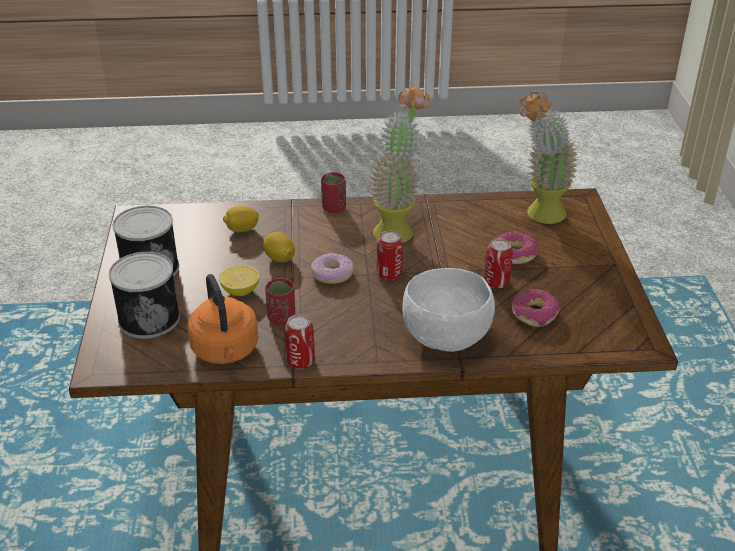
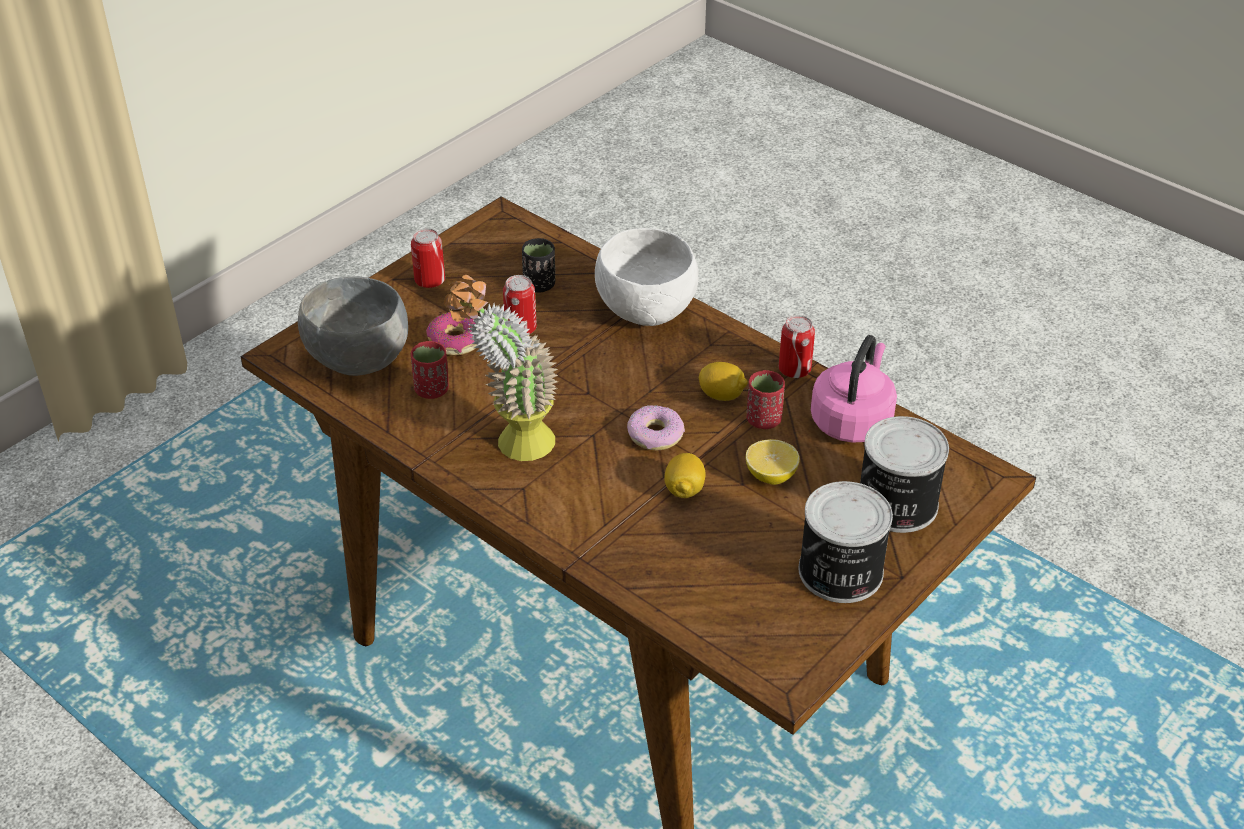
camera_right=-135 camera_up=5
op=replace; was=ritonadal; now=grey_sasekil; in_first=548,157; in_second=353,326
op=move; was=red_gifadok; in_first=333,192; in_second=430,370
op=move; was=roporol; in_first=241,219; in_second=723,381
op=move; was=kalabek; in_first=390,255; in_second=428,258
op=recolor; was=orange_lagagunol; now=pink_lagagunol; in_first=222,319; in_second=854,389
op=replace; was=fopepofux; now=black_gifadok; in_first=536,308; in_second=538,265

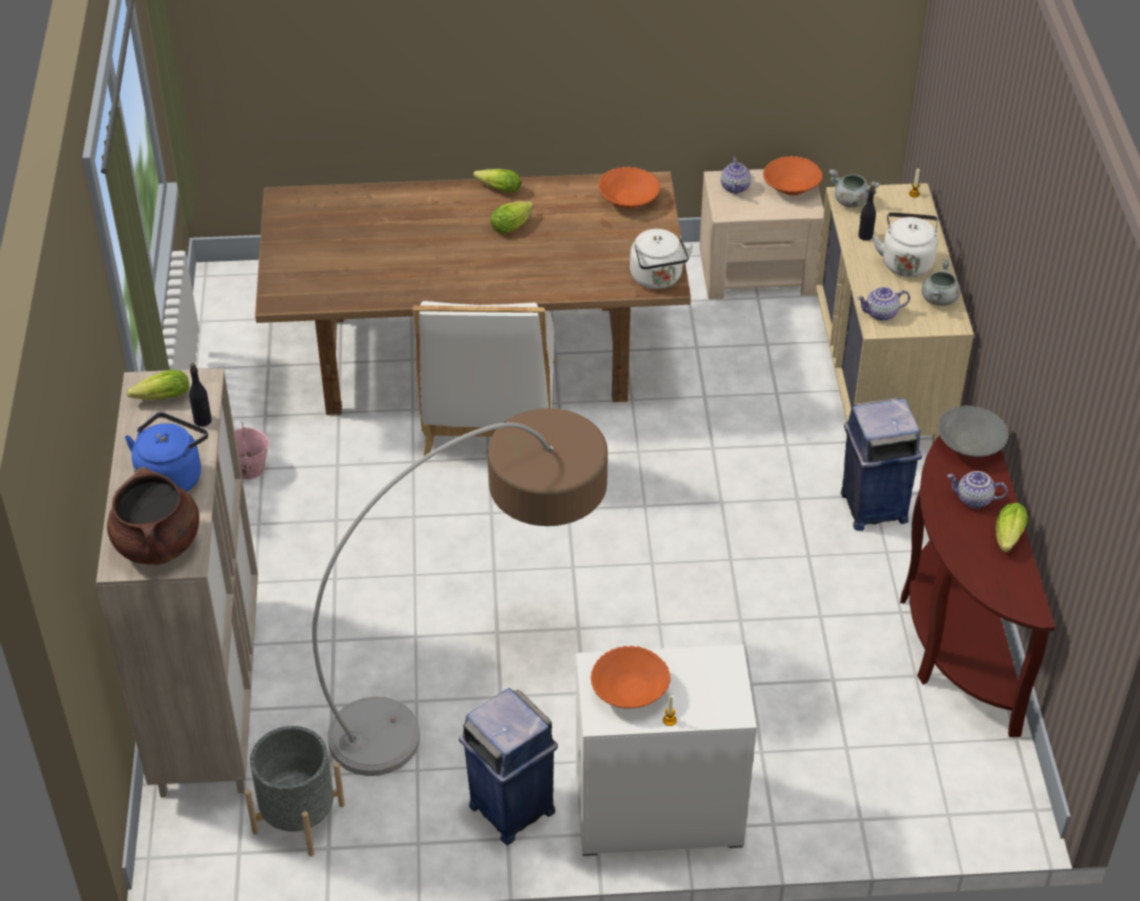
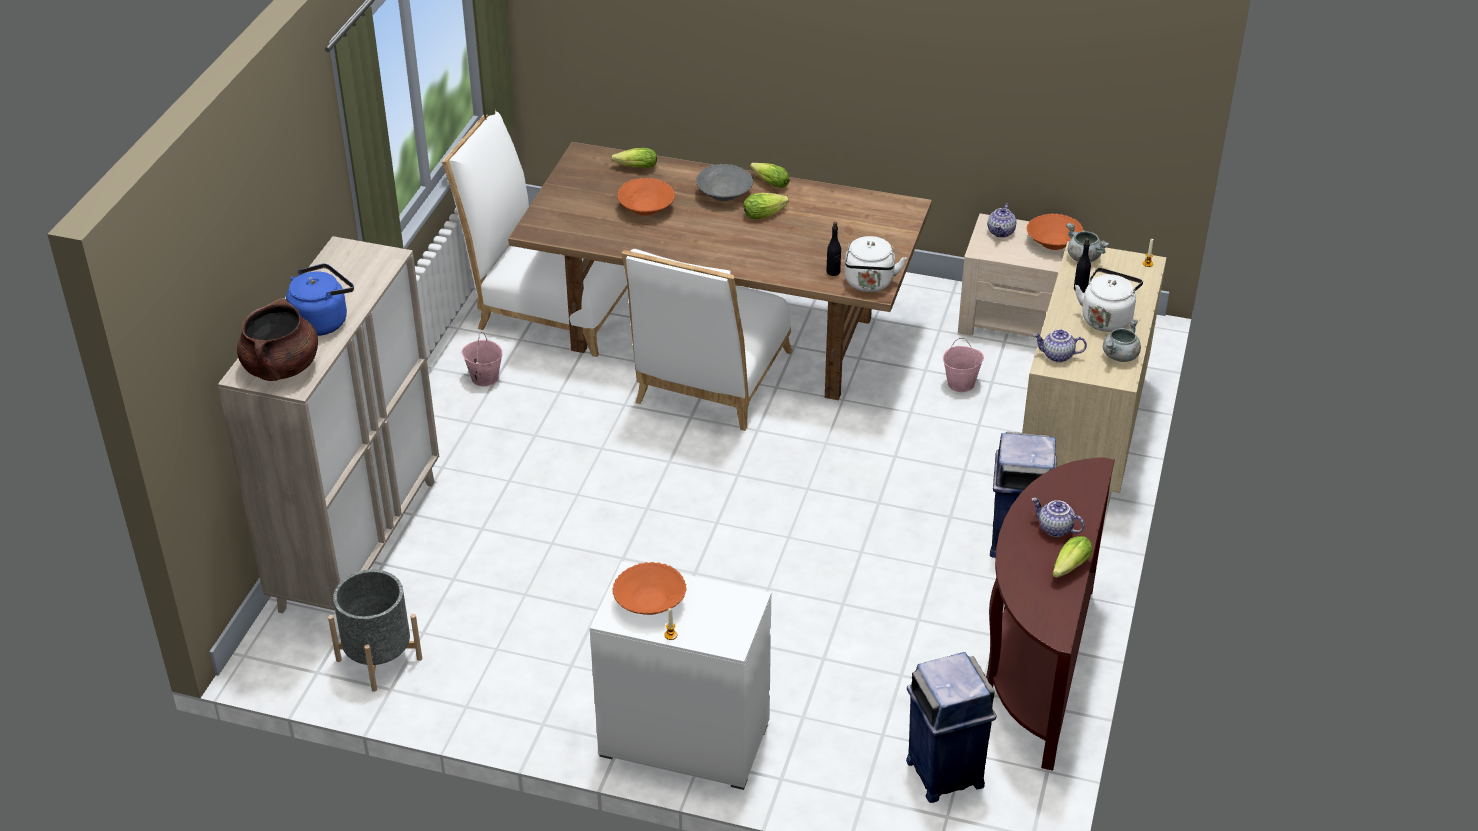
camera_right=20 camera_up=-5
op=move; was=orange_sasekil; in_first=629,188; in_second=646,197
op=move; was=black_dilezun; in_first=200,395; in_second=833,249
op=move; was=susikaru; in_first=157,385; in_second=634,158
op=move; was=grey_sasekil; in_first=973,431; in_second=724,182
op=delete; was=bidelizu; in_first=460,592
op=move; was=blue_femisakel; in_first=508,766; in_second=951,727
op=insert; now=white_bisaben; in_second=535,233
op=insert; now=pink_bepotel; in_second=963,365

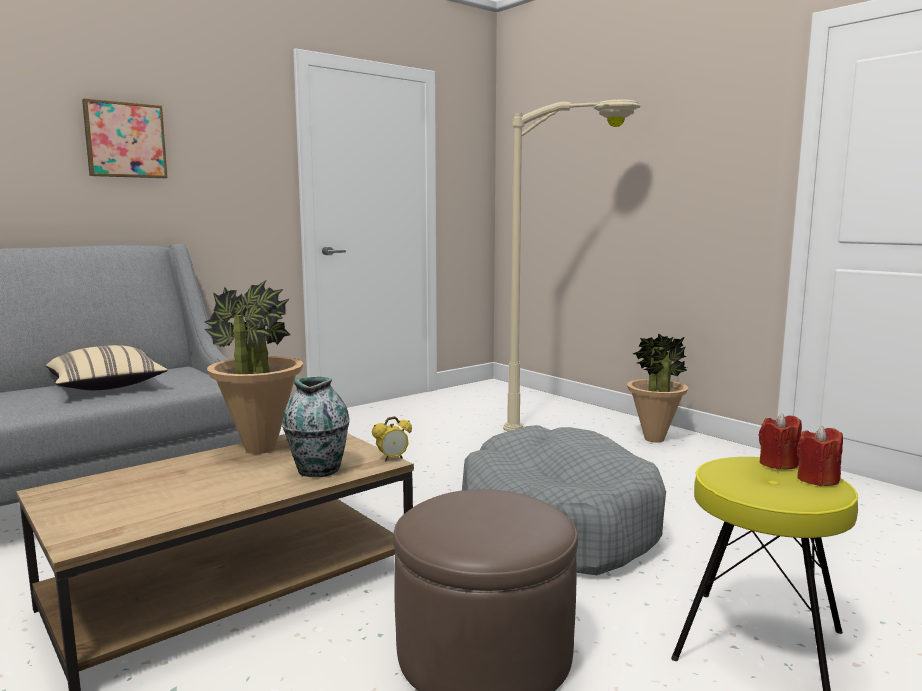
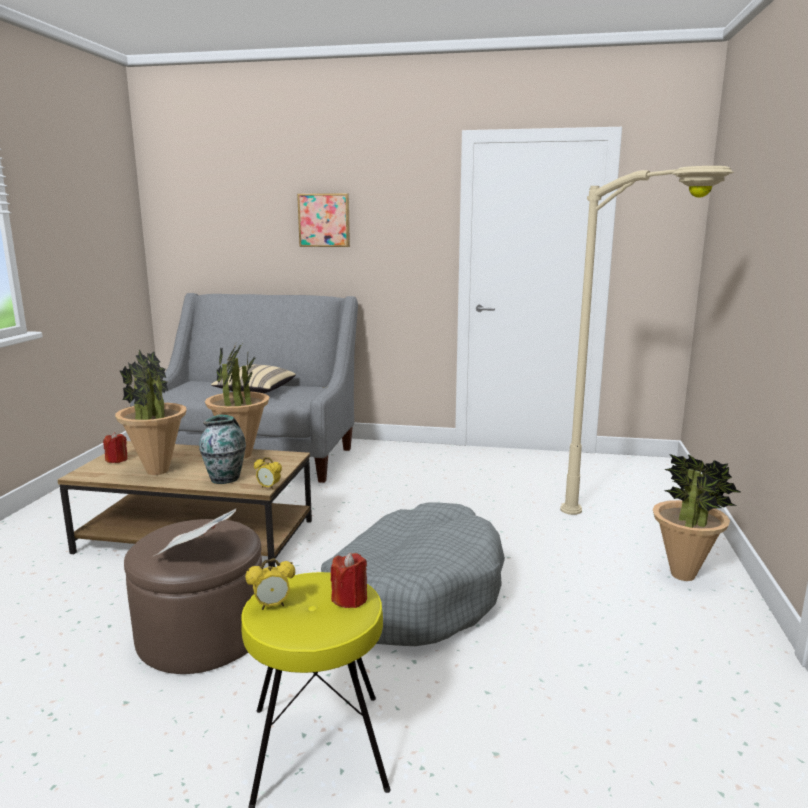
camera_right=50 camera_up=5
op=move; was=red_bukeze; in_first=820,456; in_second=115,447
op=insert; now=ritonadal; in_second=151,412
op=insert; now=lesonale; in_second=194,533
op=insert; now=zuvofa; in_second=270,584

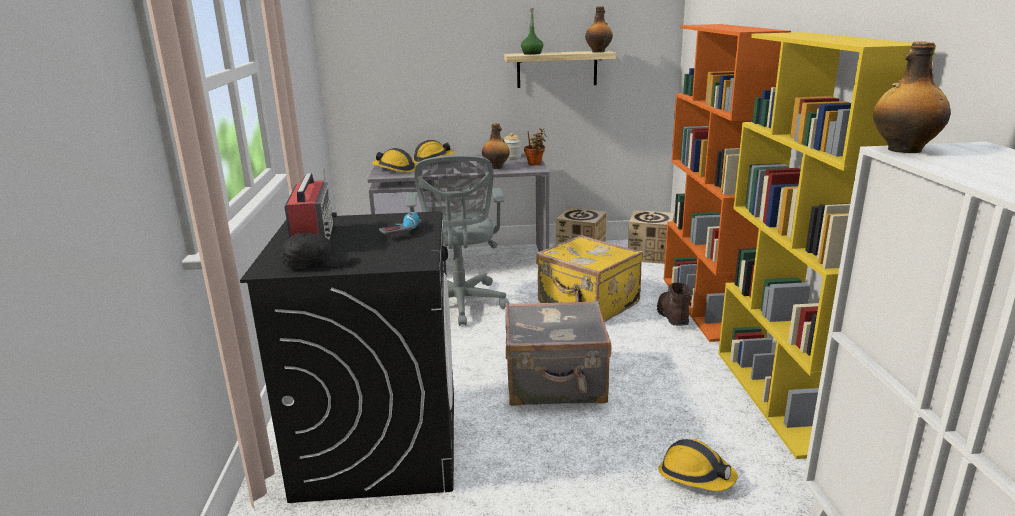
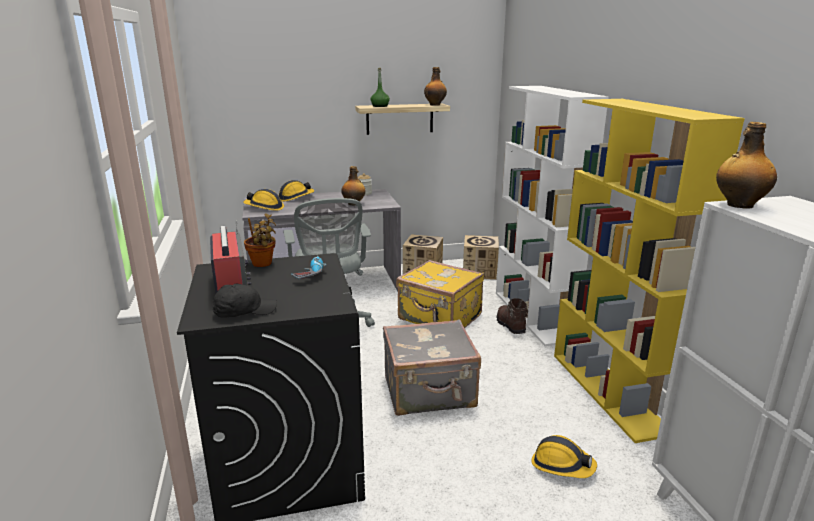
camera_right=-10 camera_up=0
op=recolor; was=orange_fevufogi; now=white_fevufogi; in_first=727,183; in_second=552,216
op=move; was=ritonadal; in_first=535,146; in_second=260,240

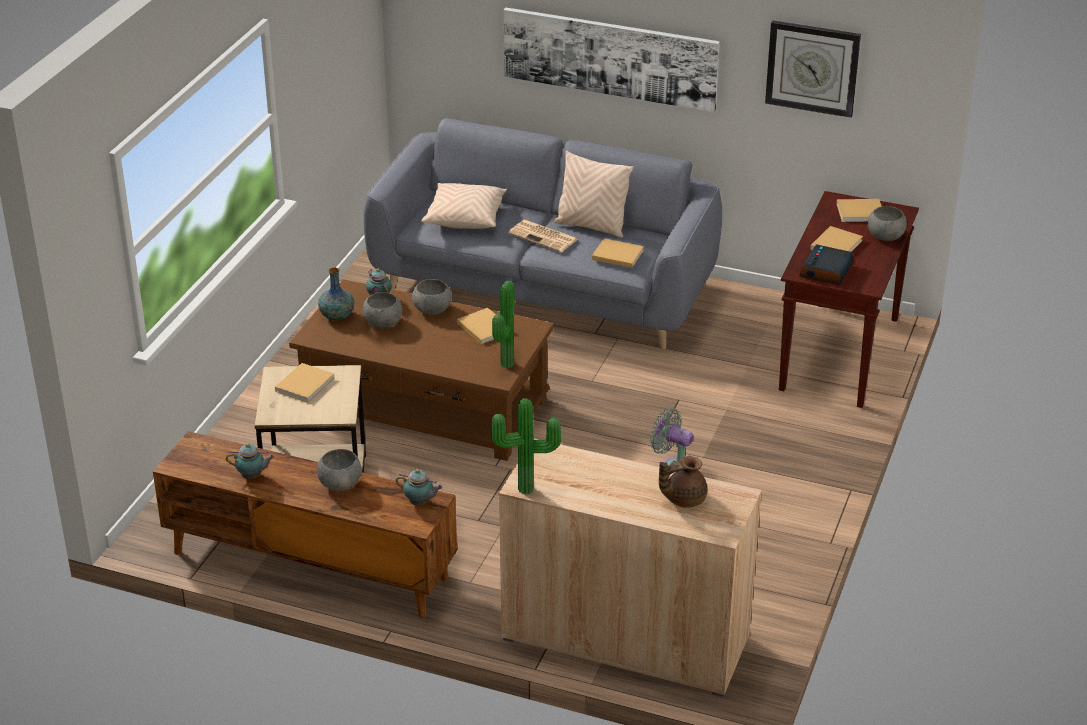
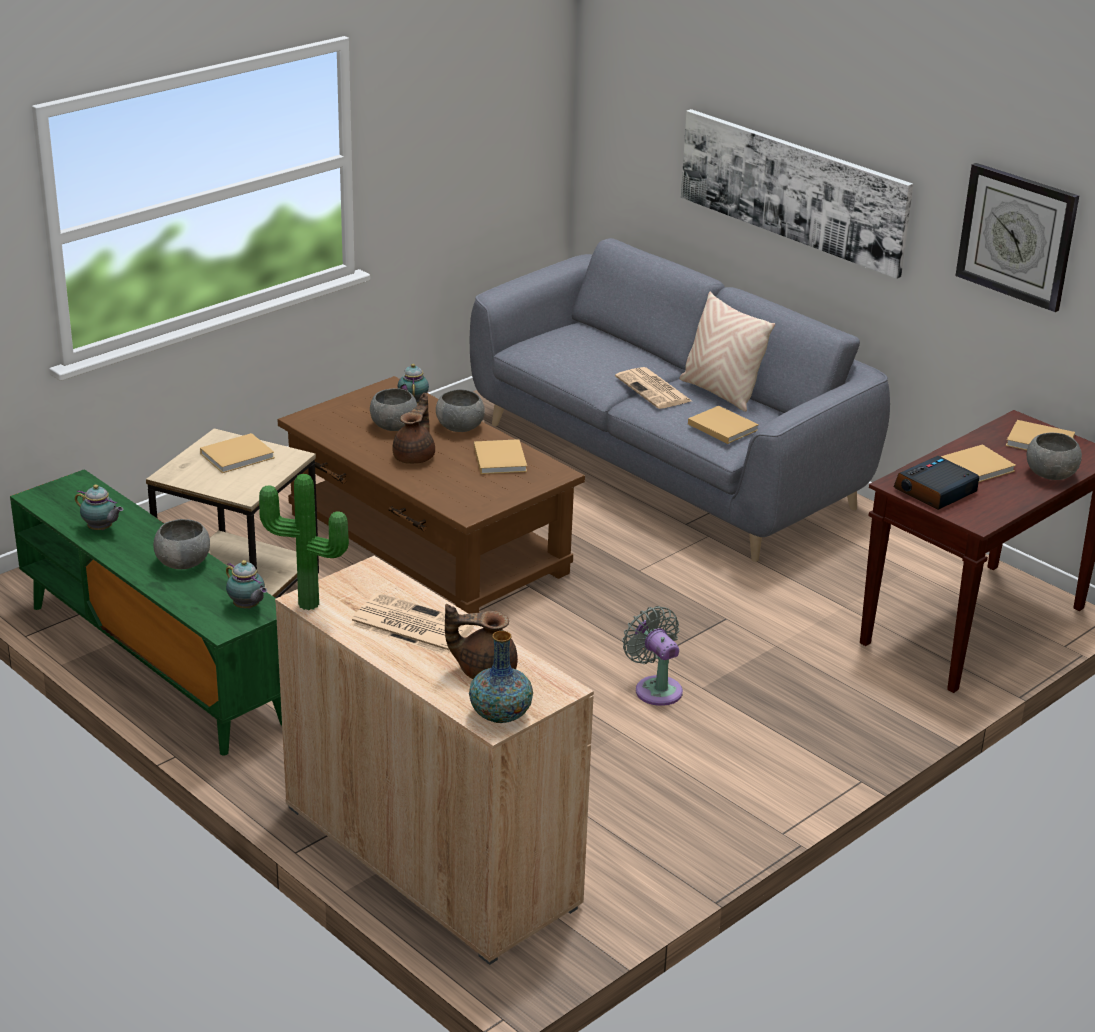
camera_right=25 camera_up=-5
op=delete; was=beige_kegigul; in_first=464,206
op=move; was=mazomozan; in_first=336,294; in_second=501,677
op=delete; was=ritonadal; in_first=503,324
op=recolor; was=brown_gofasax; now=green_gofasax; in_first=305,525; in_second=146,612
op=insert; now=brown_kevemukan; in_second=413,428
op=insert; now=lesonale; in_second=412,624

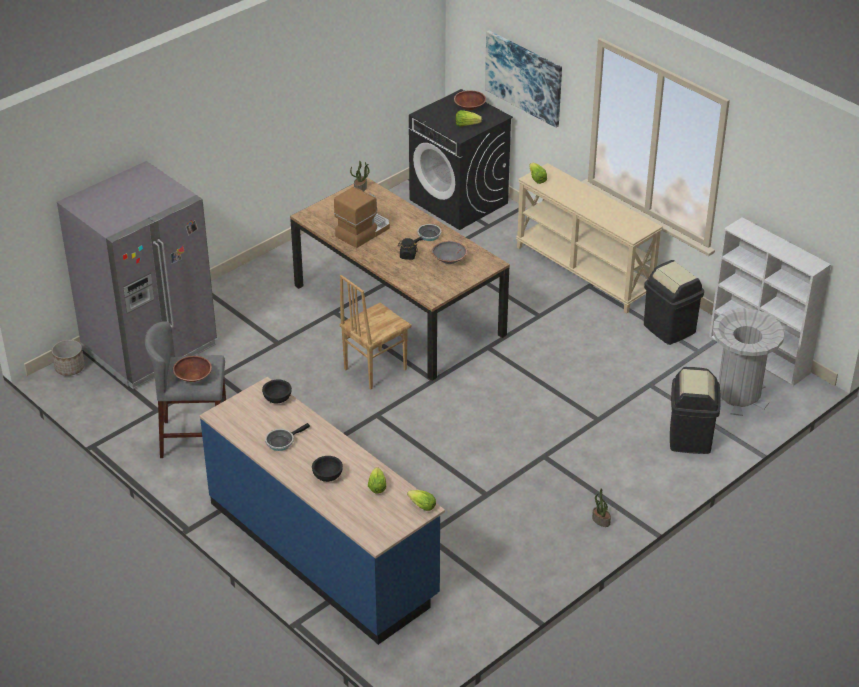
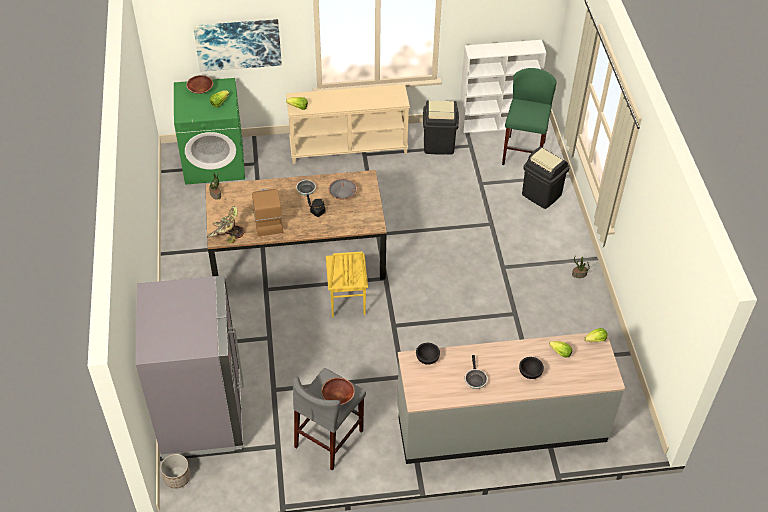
camera_right=-55 camera_up=10
op=recolor; was=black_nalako; now=green_nalako; in_first=461,159; in_second=209,131
op=recolor; was=brown_bisaben; now=yellow_bisaben; in_first=375,332; in_second=347,284
op=replace; was=grey_femisakel; now=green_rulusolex; in_first=748,362; in_second=529,116
op=recolor; was=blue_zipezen; now=grey_zipezen; in_first=322,511; in_second=511,398
op=insert; now=ritonadal; in_second=226,224

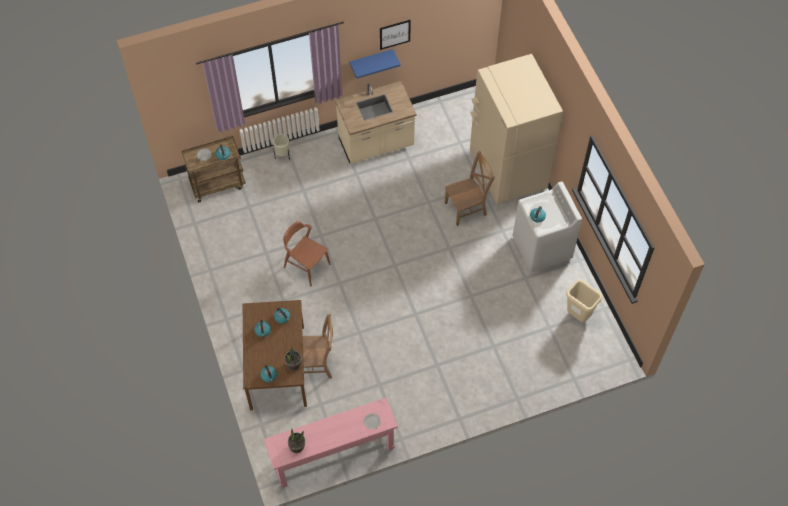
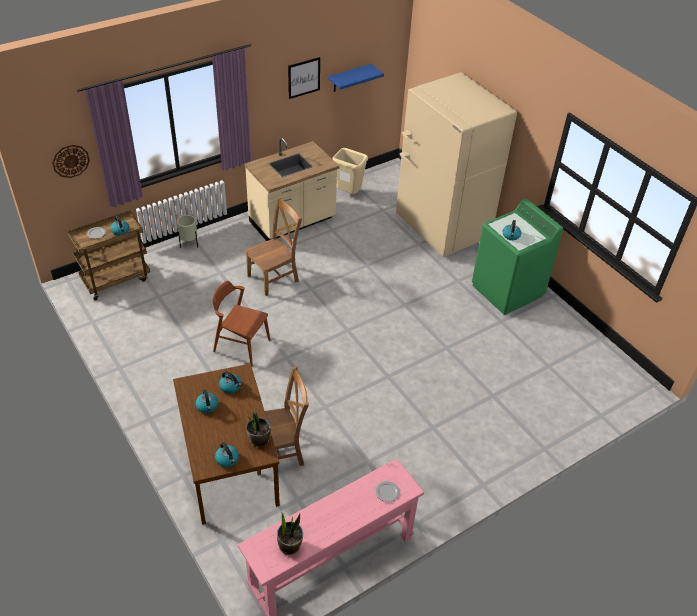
camera_right=-15 camera_up=-15
op=move; was=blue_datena; in_first=375,64; in_second=356,78
op=move; was=brown_bisaben; in_first=470,188; in_second=273,246
op=recolor; was=white_nalako; now=green_nalako; in_first=547,226; in_second=517,256
op=move; was=beige_femisakel; in_first=584,301; in_second=350,171
op=insert; now=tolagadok; in_second=71,161

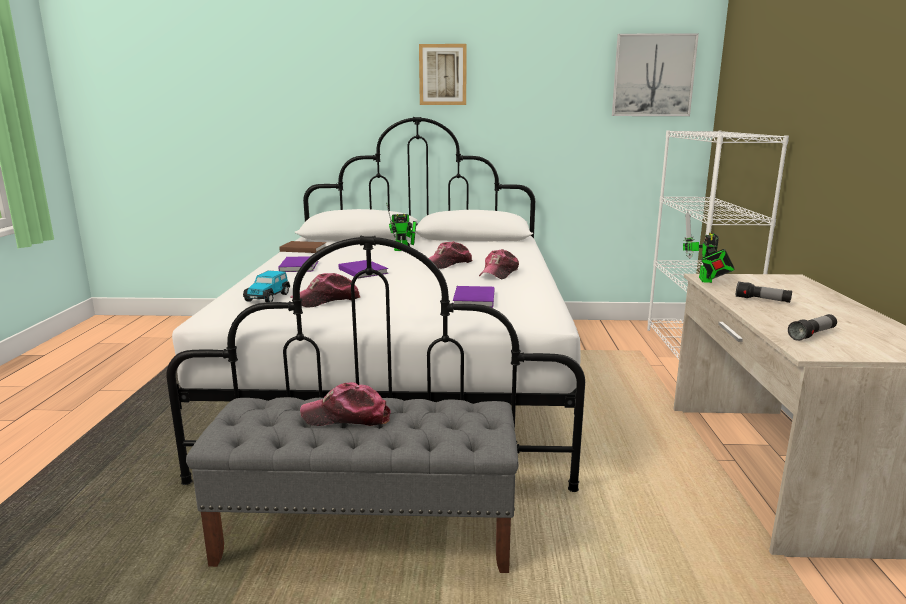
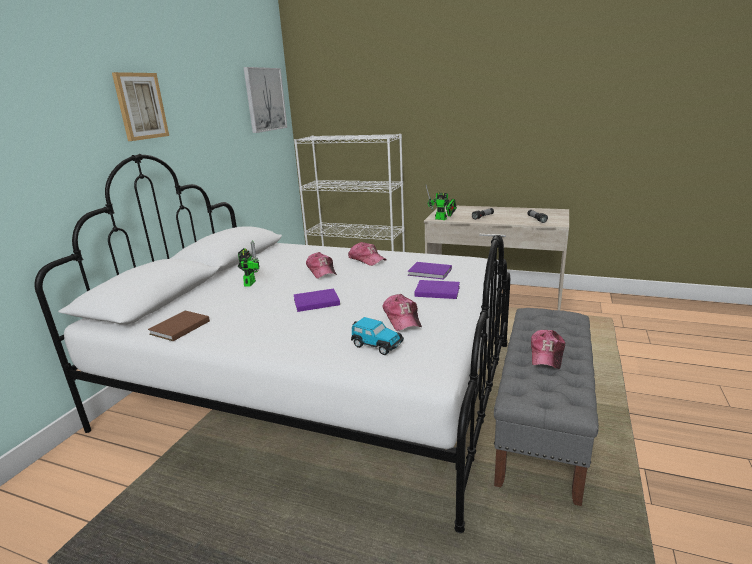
camera_right=-70 camera_up=5
op=move; was=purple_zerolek; in_first=298,264; in_second=437,289

